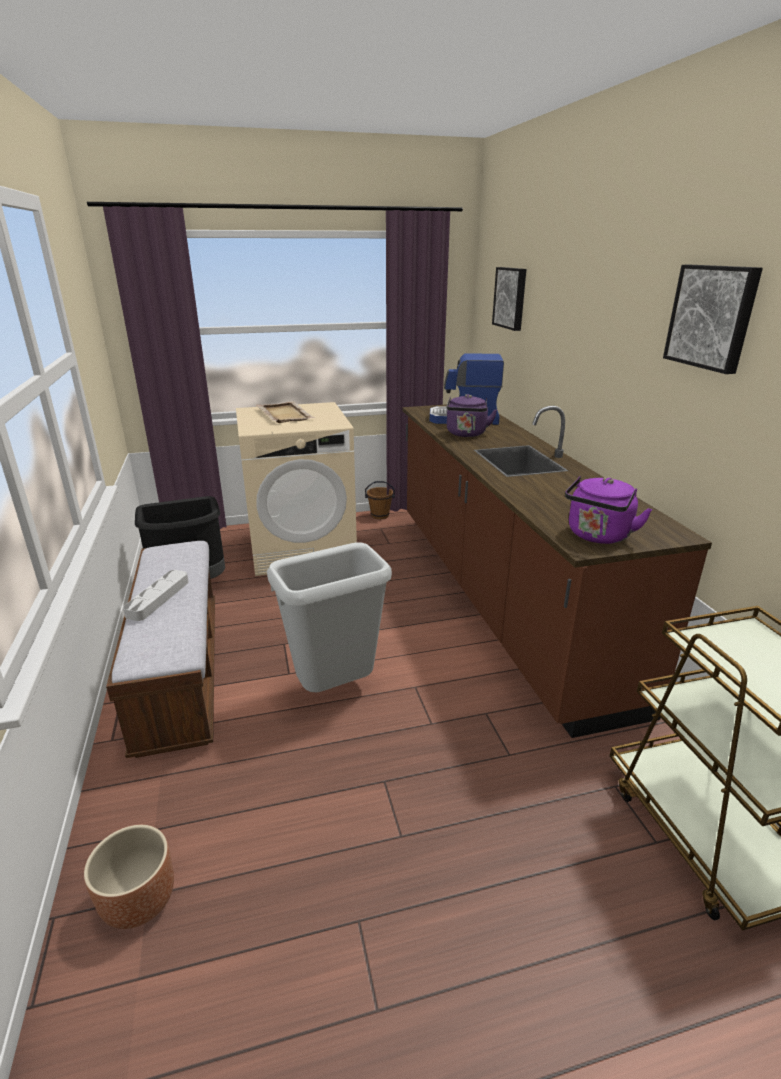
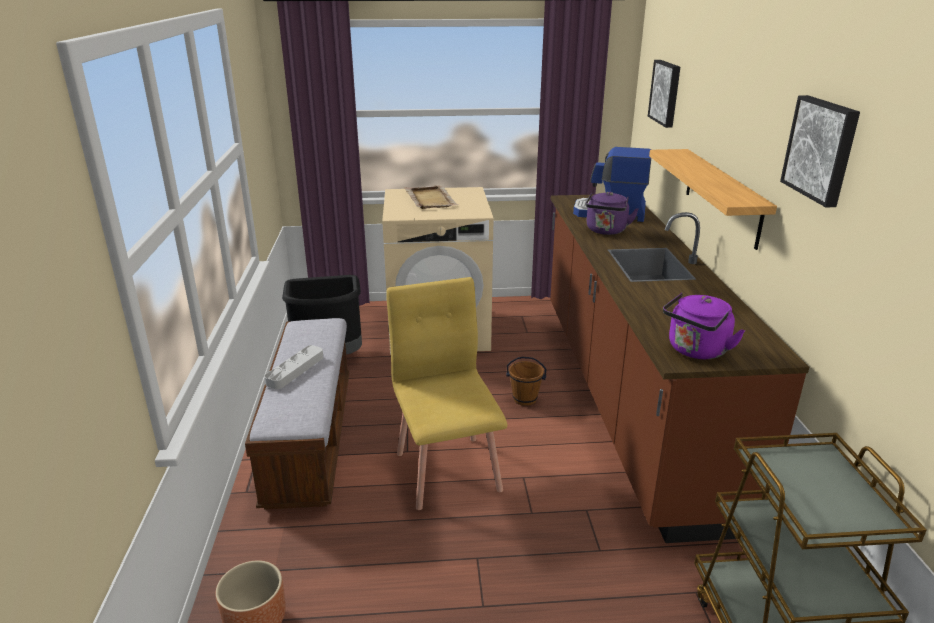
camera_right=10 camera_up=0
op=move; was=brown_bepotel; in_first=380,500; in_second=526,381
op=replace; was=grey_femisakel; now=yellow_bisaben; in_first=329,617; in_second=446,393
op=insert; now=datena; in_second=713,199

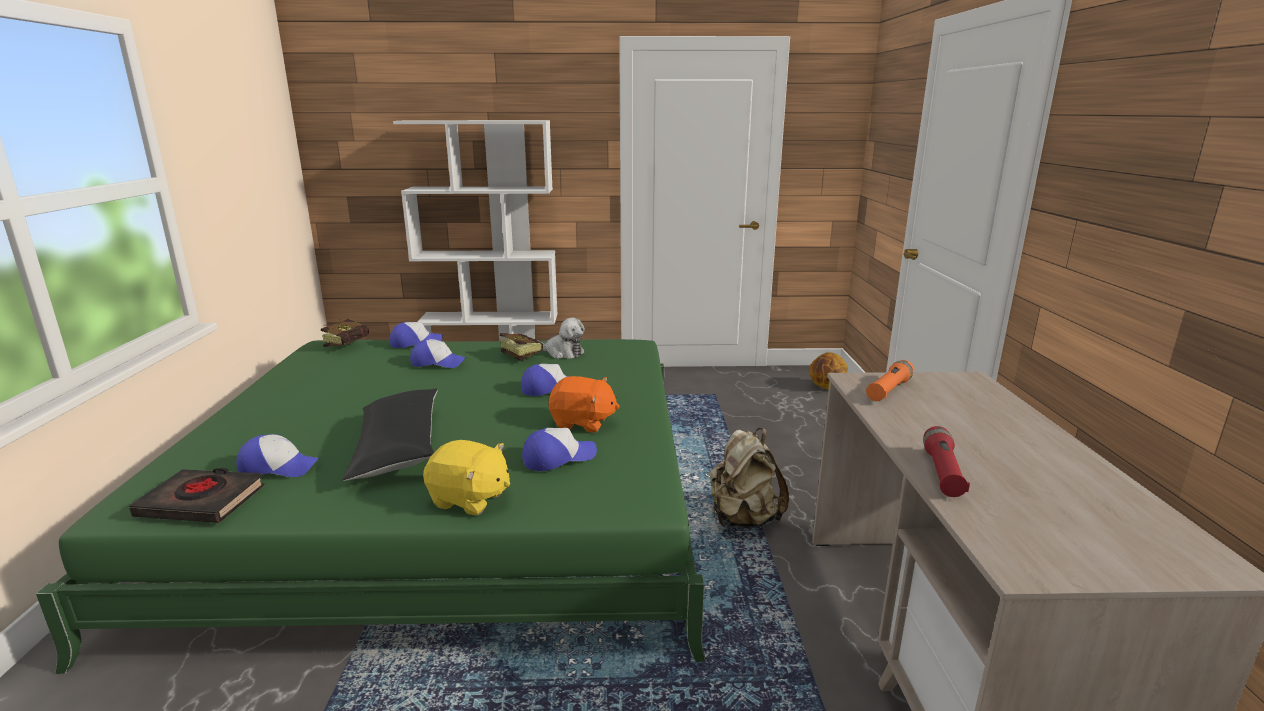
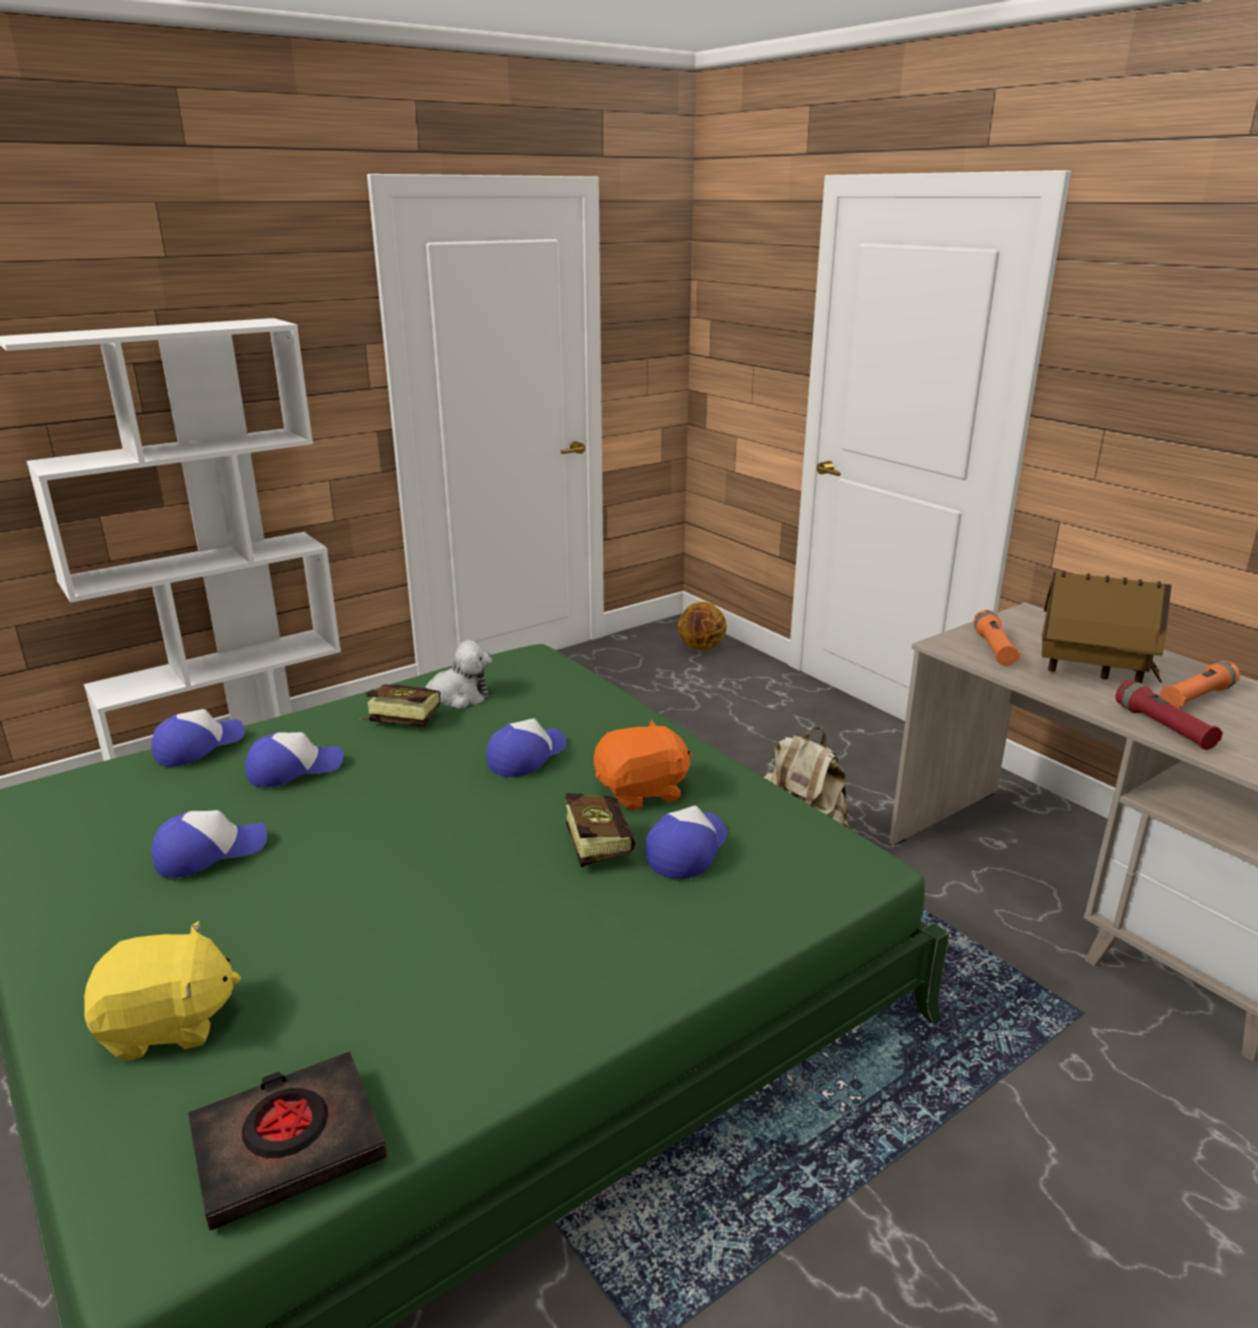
camera_right=-35 camera_up=5
op=move; was=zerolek; in_first=345,333; in_second=600,830
op=delete; was=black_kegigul; in_first=390,435
op=move; was=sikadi; in_first=278,455; in_second=209,844
op=move; was=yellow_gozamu; in_first=466,477; in_second=162,991
op=insert; now=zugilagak; in_second=1107,627
op=insert; now=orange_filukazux; in_second=1200,684

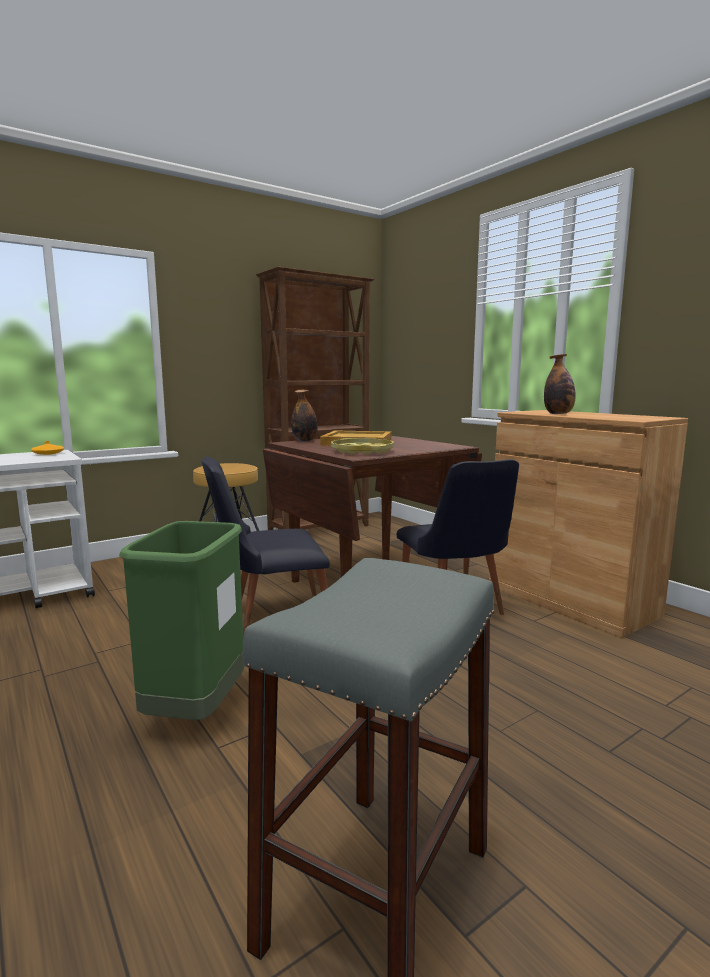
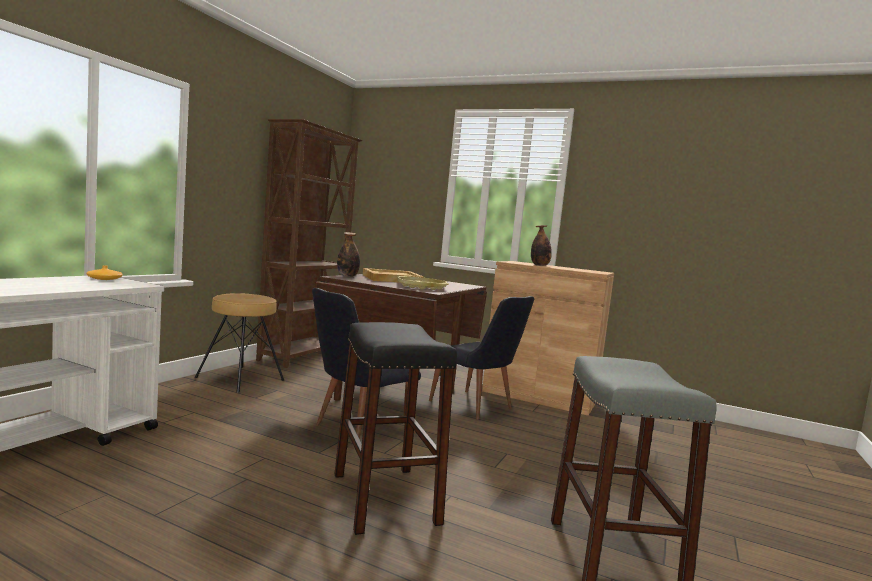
camera_right=-30 camera_up=-5
op=replace; was=green_femisakel; now=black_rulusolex; in_first=182,620; in_second=395,428

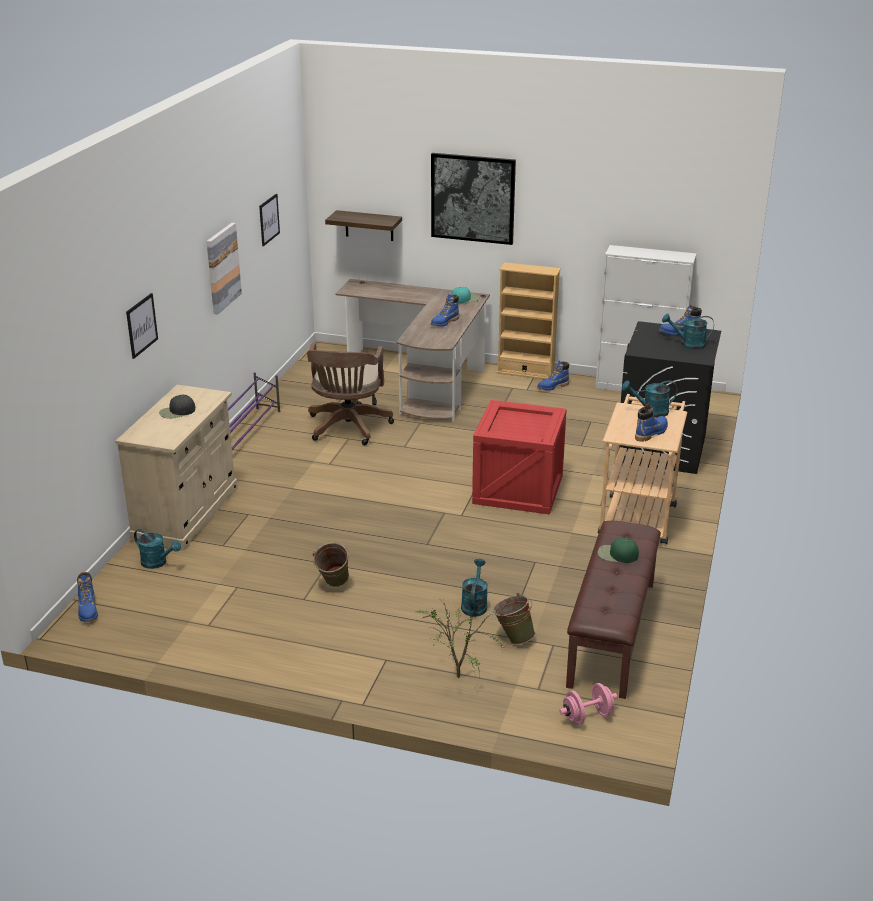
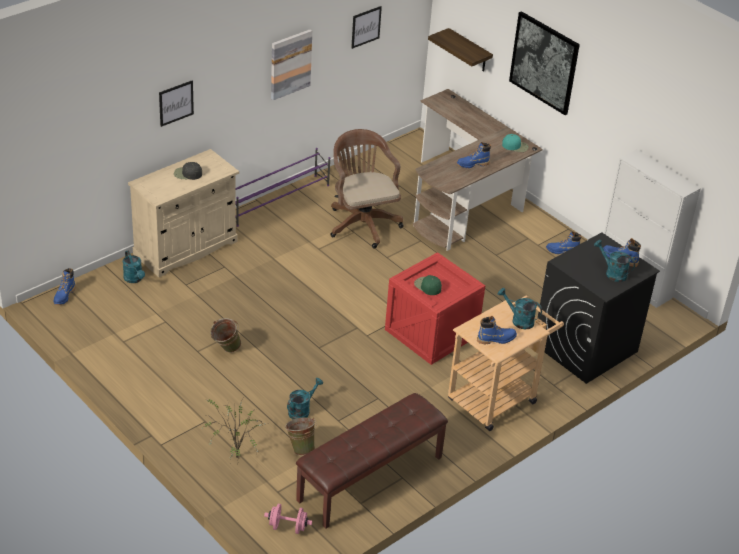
camera_right=30 camera_up=10
op=delete; was=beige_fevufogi; in_first=529,321
op=rotate; was=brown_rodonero; in_first=350,394; in_second=366,188; clockwise=120
op=move; was=green_sikadi; in_first=618,550; in_second=428,285

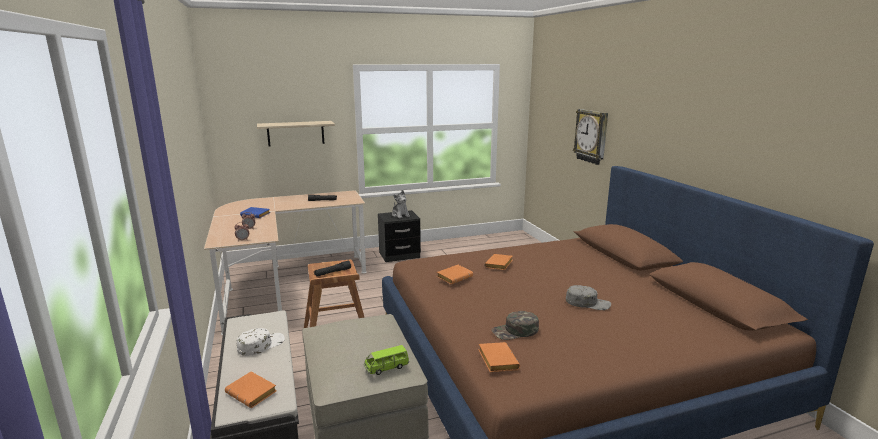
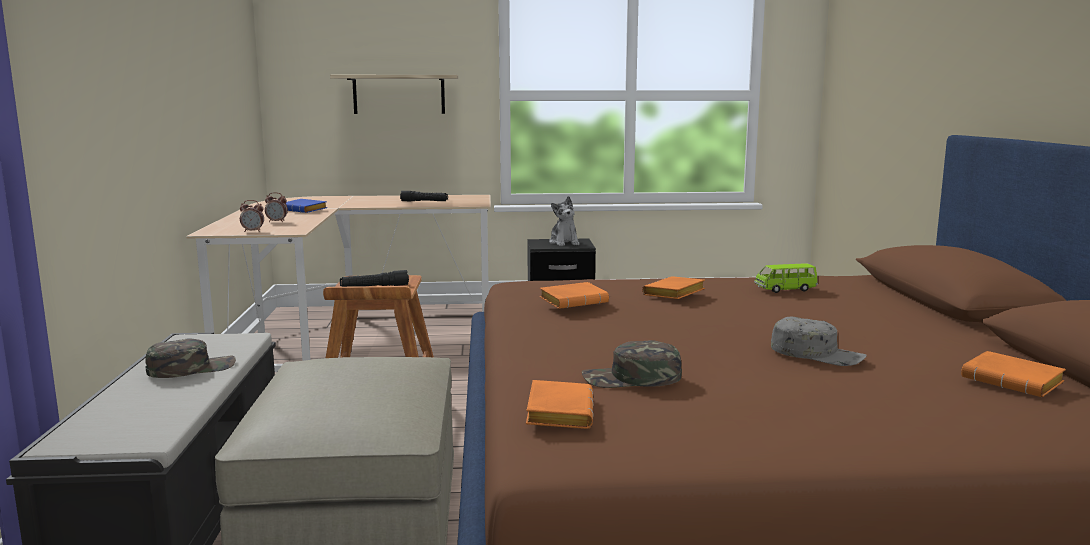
camera_right=15 camera_up=-5
op=delete; was=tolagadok; in_first=590,137
op=recolor; was=white_sikadi; now=green_sikadi; in_first=261,342; in_second=190,358
op=move; was=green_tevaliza; in_first=386,360; in_second=786,278
op=move; was=orange_zerolek; in_first=251,390; in_second=1013,374

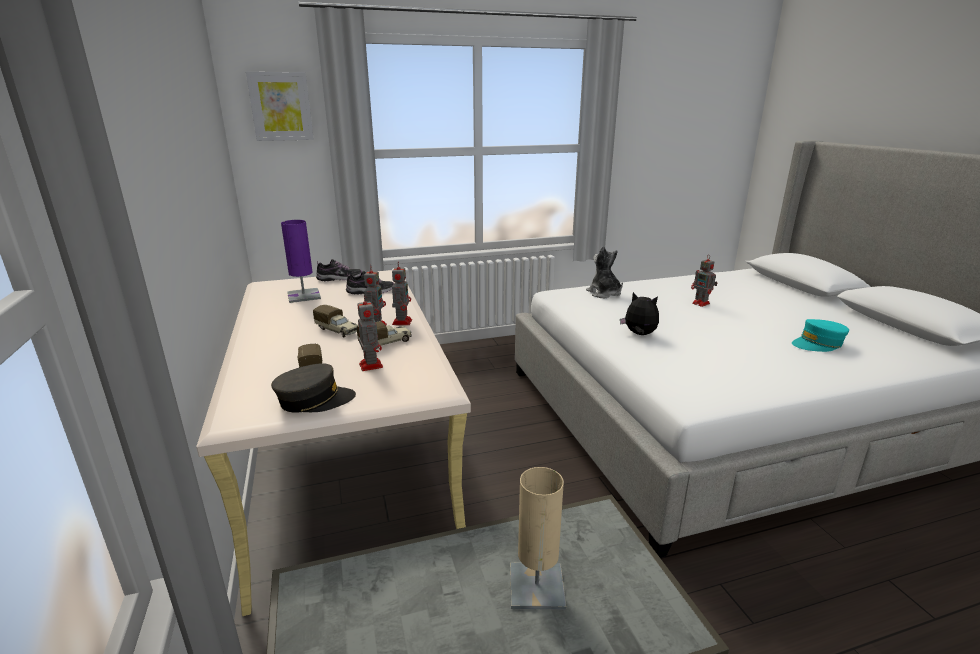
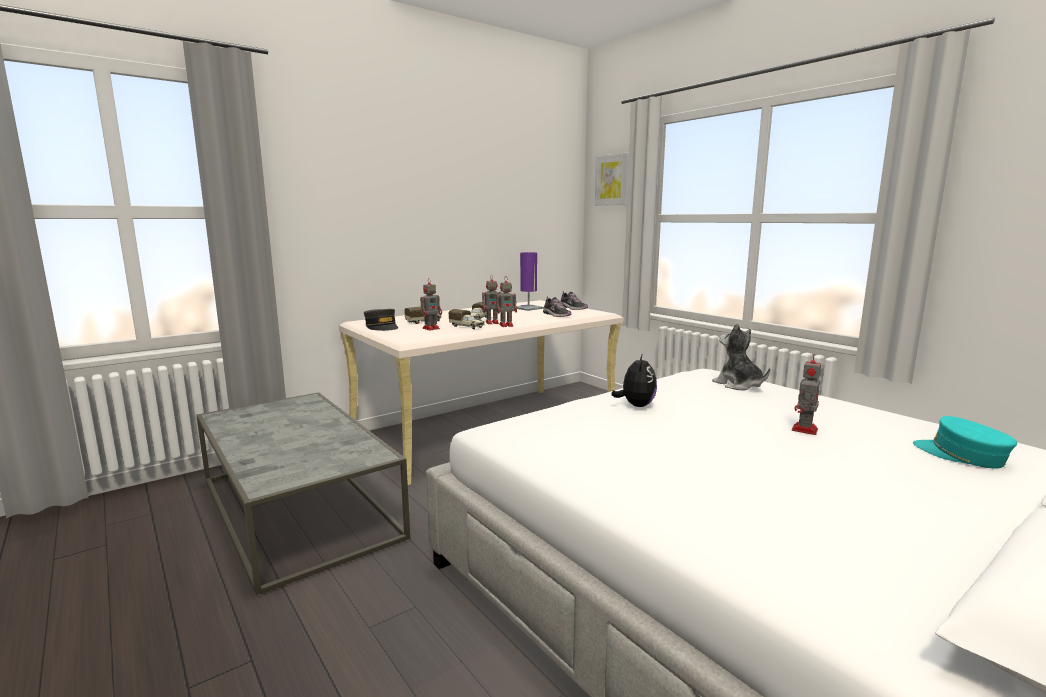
camera_right=70 camera_up=-10
op=rotate; was=gozamu; in_first=604,272; in_second=741,357; clockwise=-75
op=move; was=turquoise_sikadi; in_first=820,335; in_second=965,442
op=delete; was=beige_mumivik; in_first=538,538

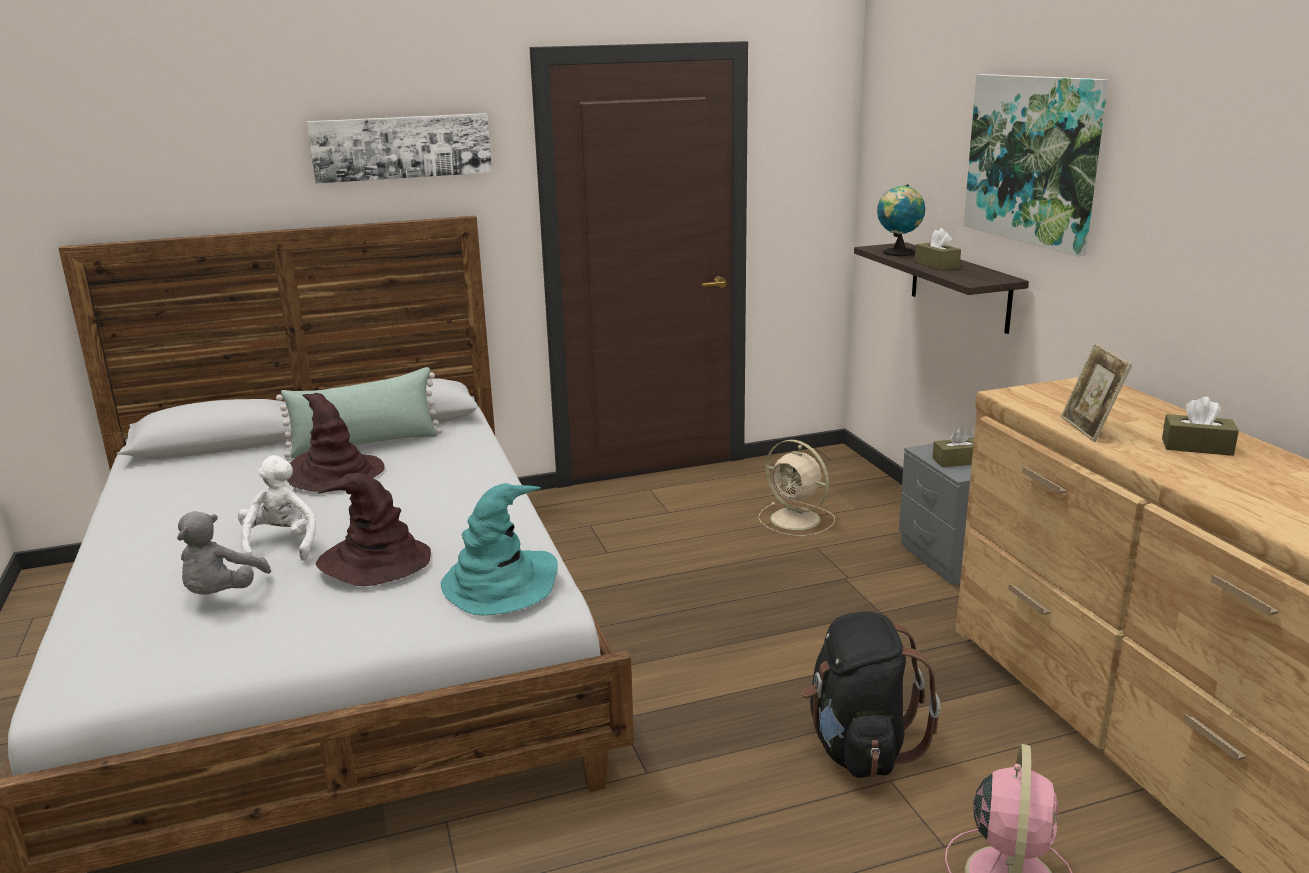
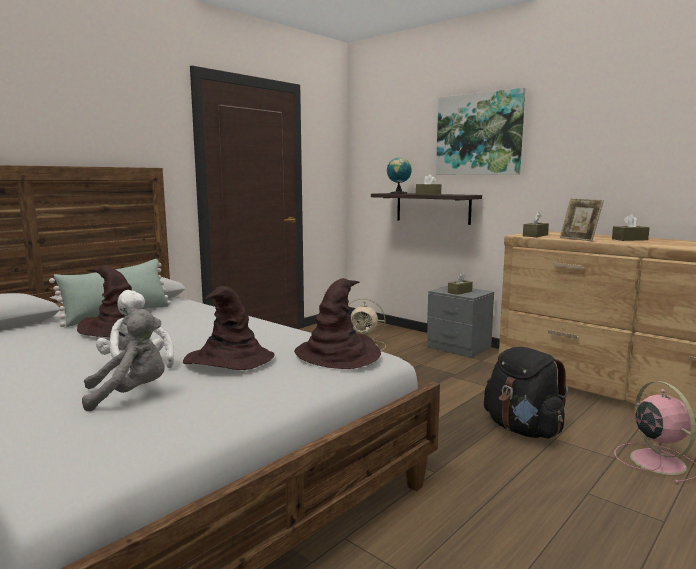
camera_right=-30 camera_up=-10
op=delete; was=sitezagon; in_first=399,148
op=recolor; was=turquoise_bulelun; now=brown_bulelun; in_first=499,549; in_second=337,323
op=rotate; was=grey_gozamu; in_first=224,552; in_second=123,360; clockwise=-90
op=insert; now=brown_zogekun; in_second=536,224

